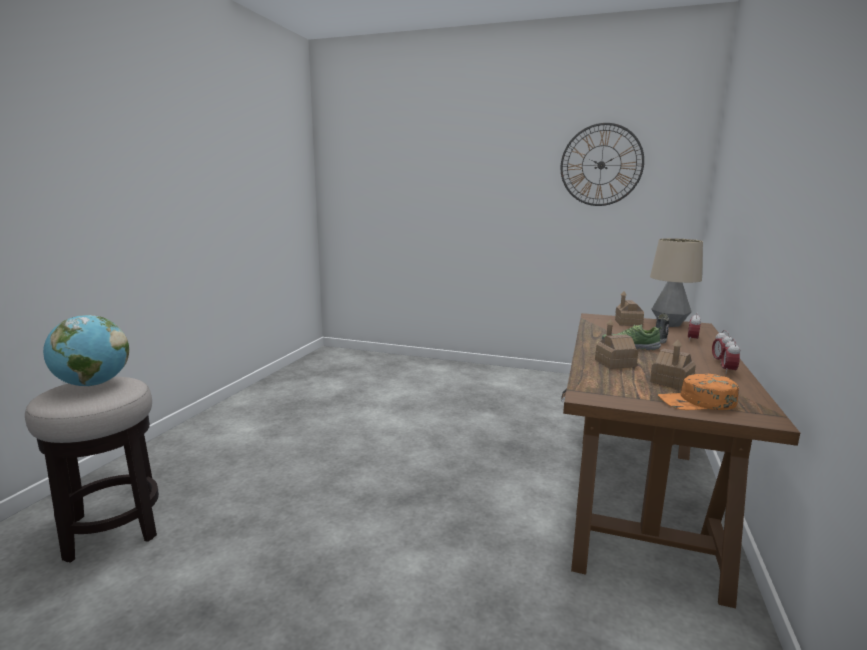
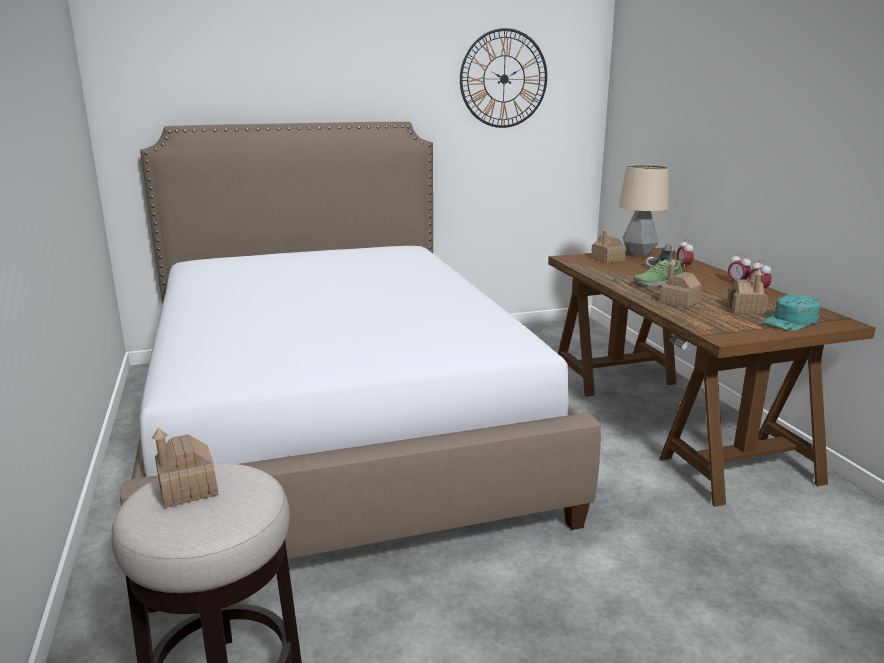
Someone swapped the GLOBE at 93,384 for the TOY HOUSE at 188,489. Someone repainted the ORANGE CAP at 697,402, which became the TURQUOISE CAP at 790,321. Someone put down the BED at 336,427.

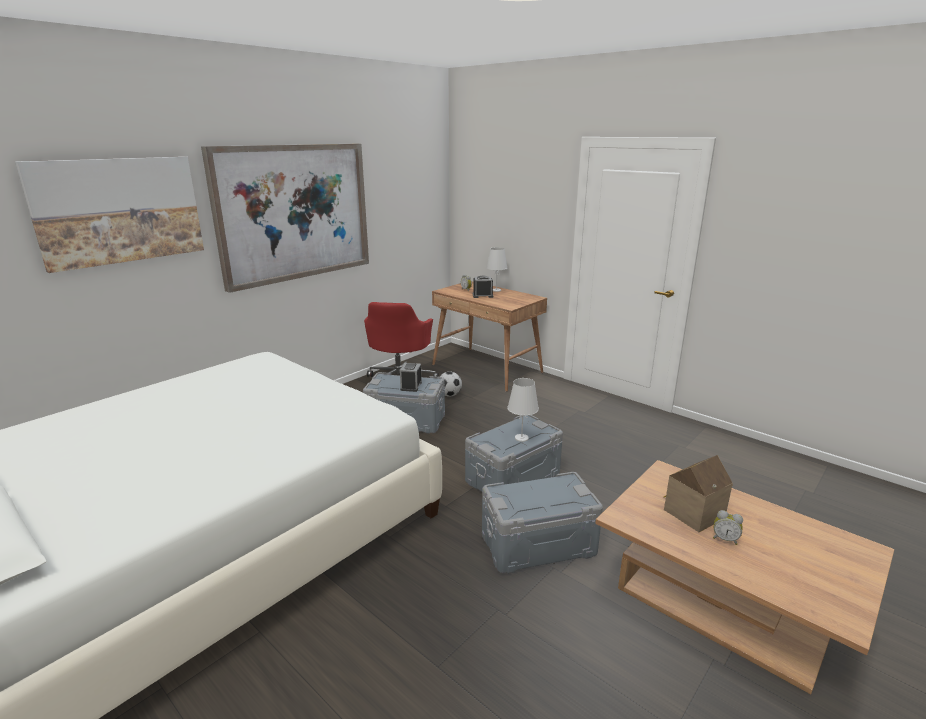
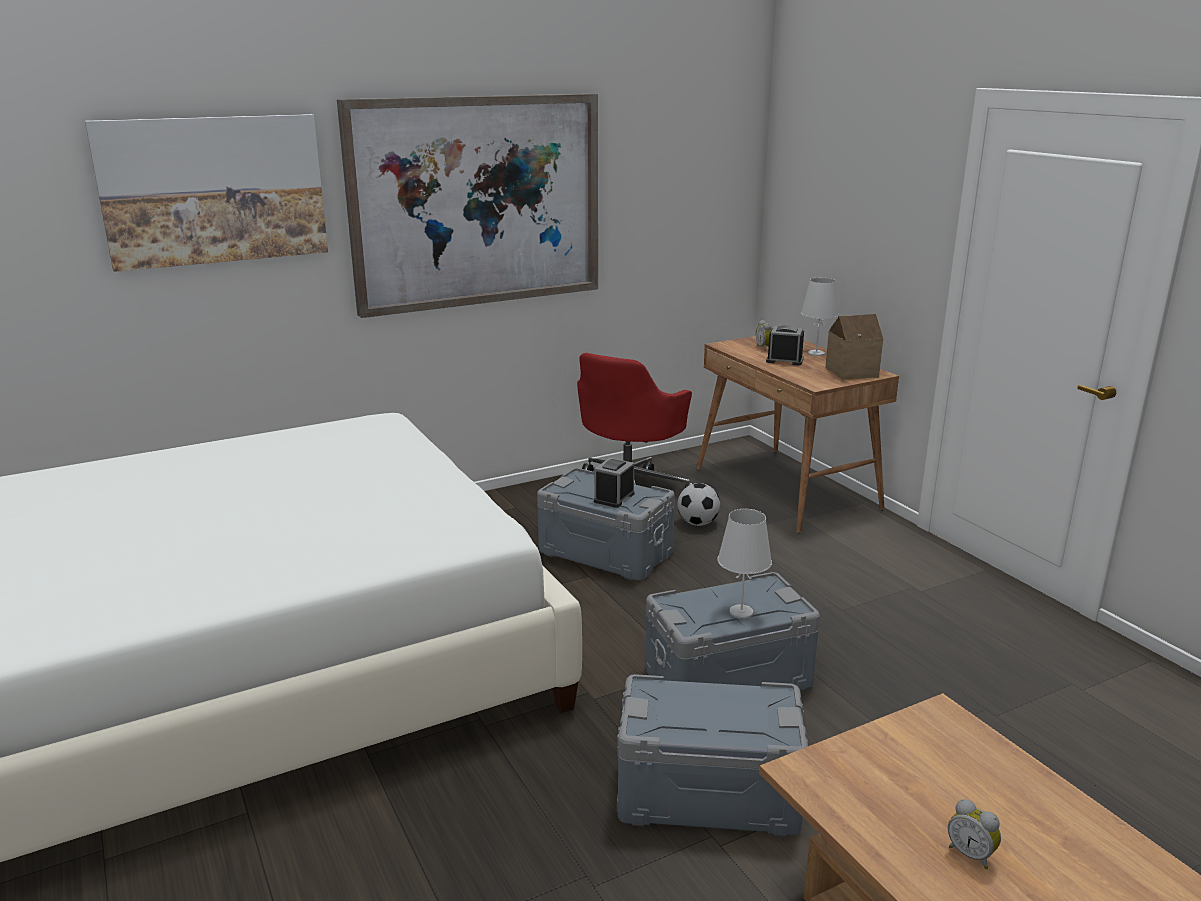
Someone carried the TOY HOUSE from 691,512 to 850,371.

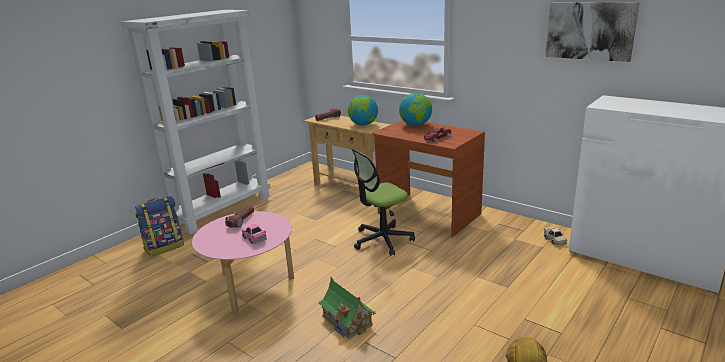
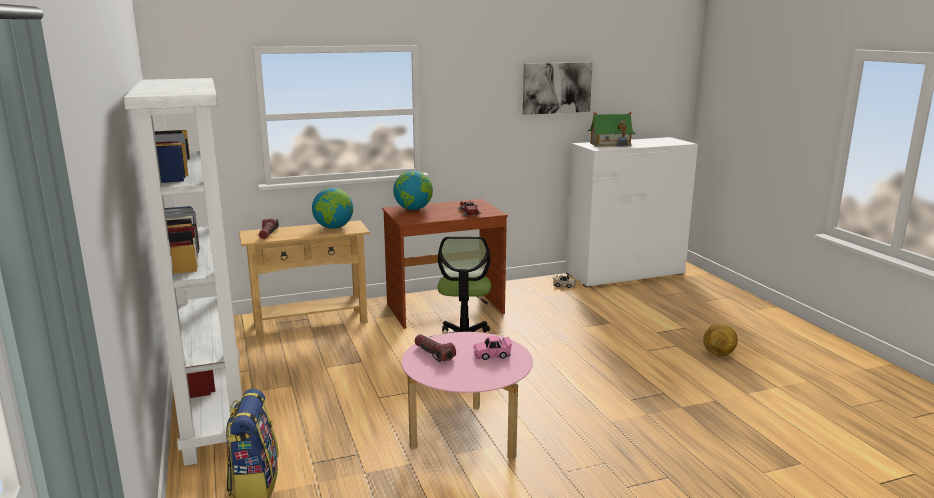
Someone carried the TOY HOUSE from 347,320 to 610,144.

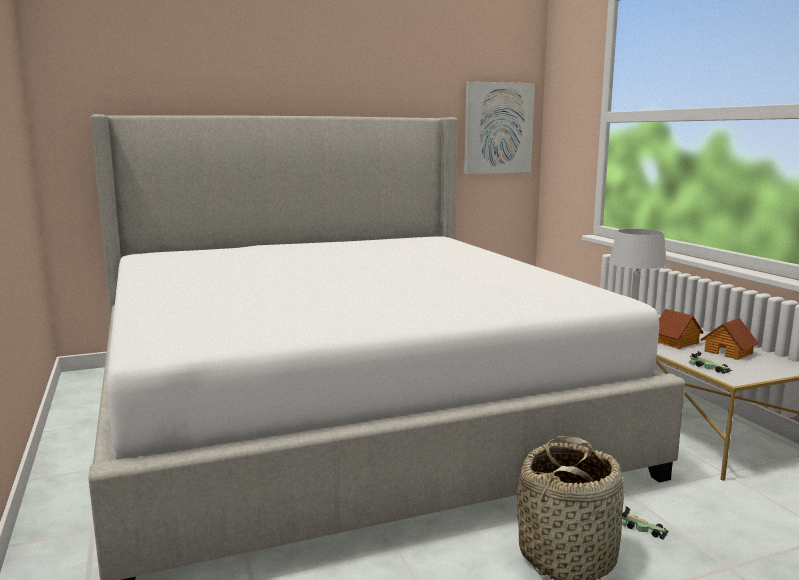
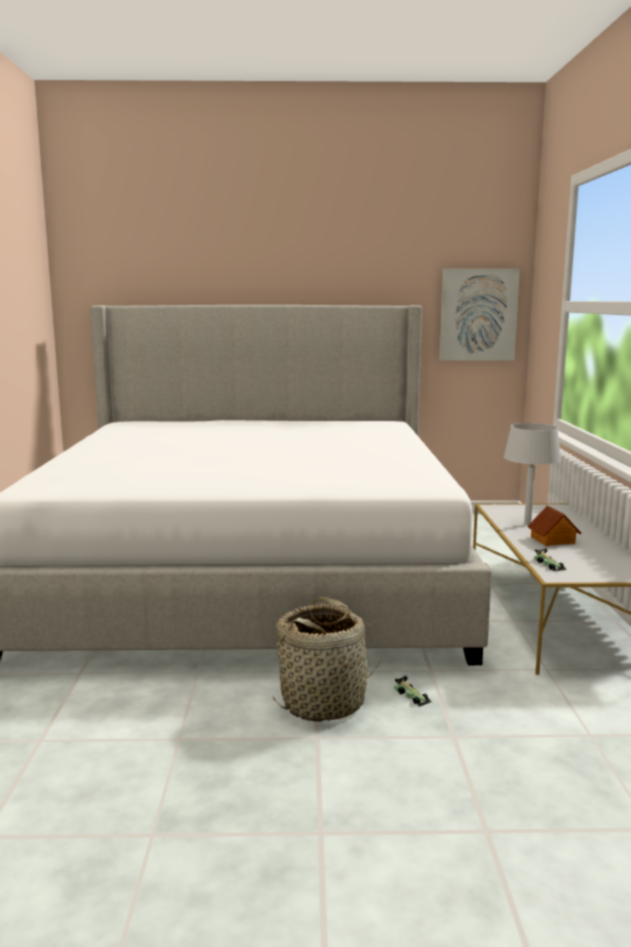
Someone took away the TOY HOUSE at 728,352.

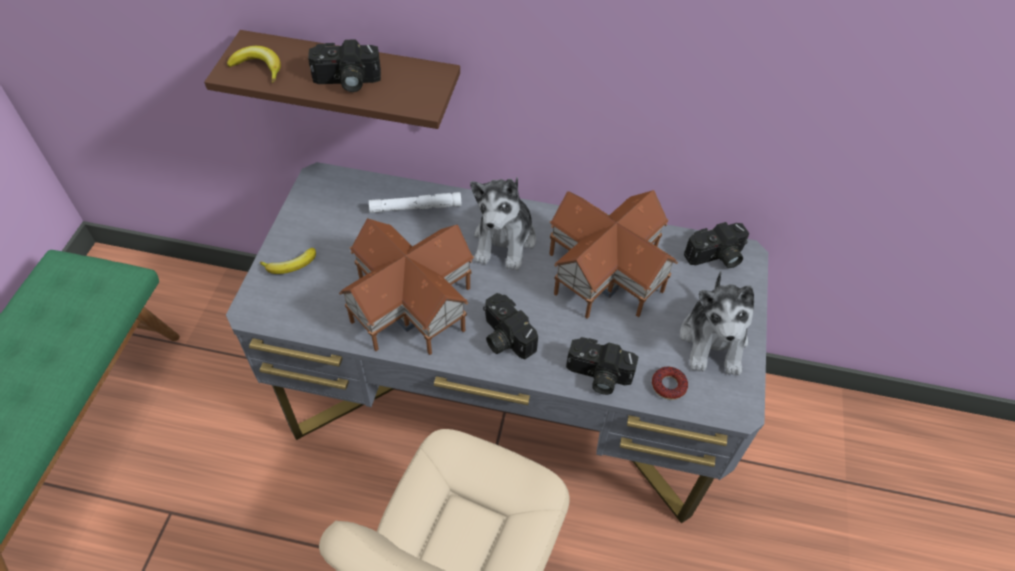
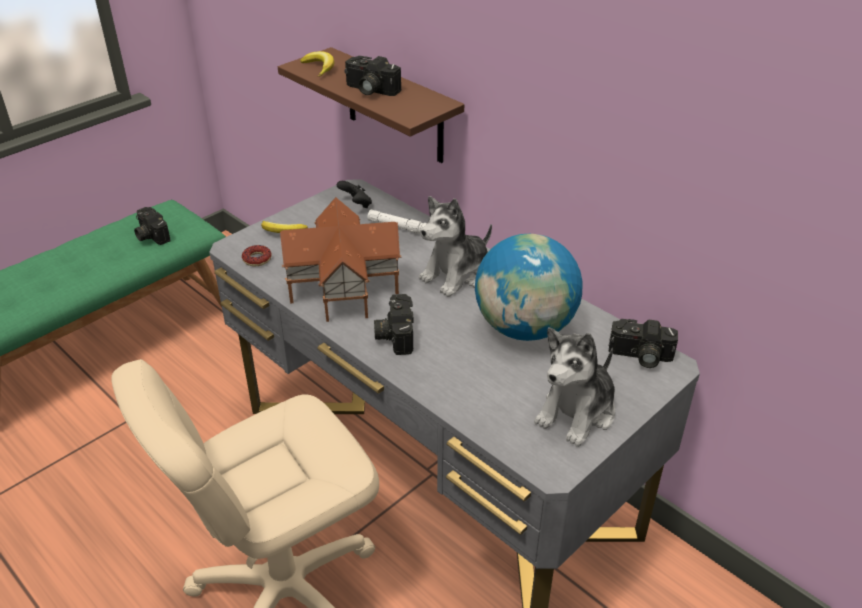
Someone swapped the TOY HOUSE at 608,273 for the GLOBE at 525,328. Someone carried the PHOTO CAMERA from 598,376 to 150,235. Someone carried the DONUT from 668,385 to 257,259. Someone put down the BLACK GAME CONTROLLER at 356,205.

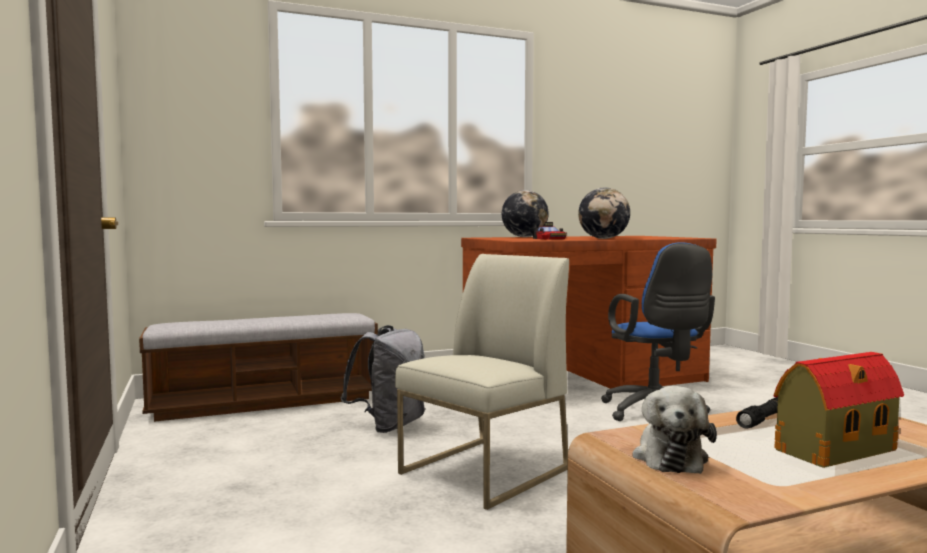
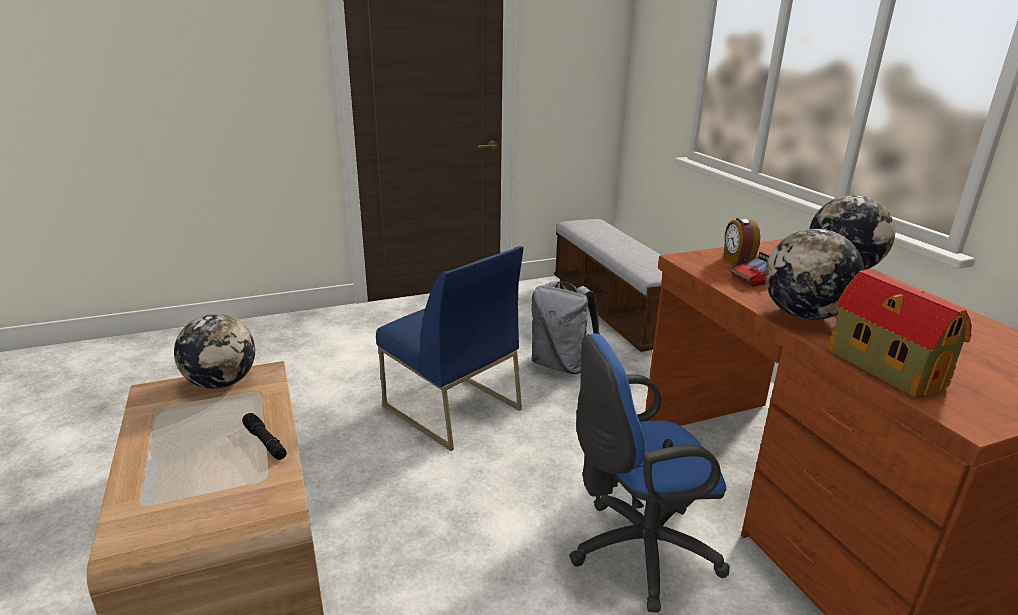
Someone repainted the WHITE CHAIR at 484,472, which became the BLUE CHAIR at 450,408. Someone carried the TOY HOUSE from 833,450 to 883,366. Someone swapped the PLUSH TOY at 669,457 for the GLOBE at 221,383. Someone put down the ALARM CLOCK at 737,261.

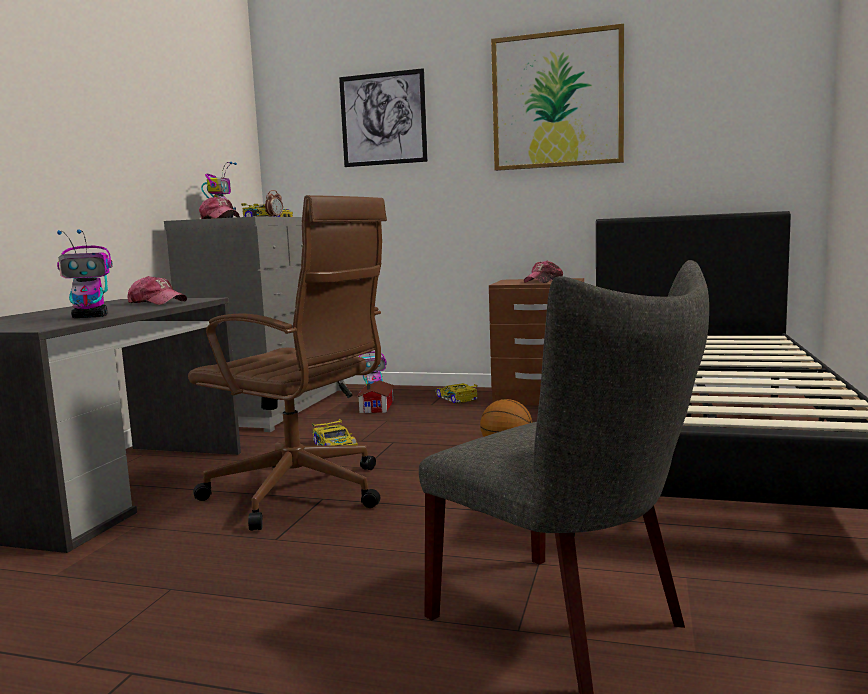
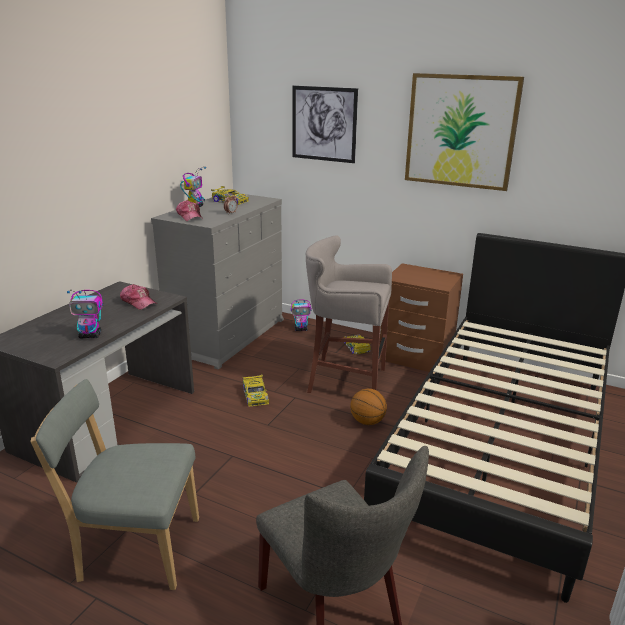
Someone took away the BROWN OFFICE CHAIR at 301,493. Someone took away the CAP at 544,281. Someone took away the TOY HOUSE at 378,406. Someone put down the GREY STOOL at 344,381. Someone put down the GREY CHAIR at 134,548.

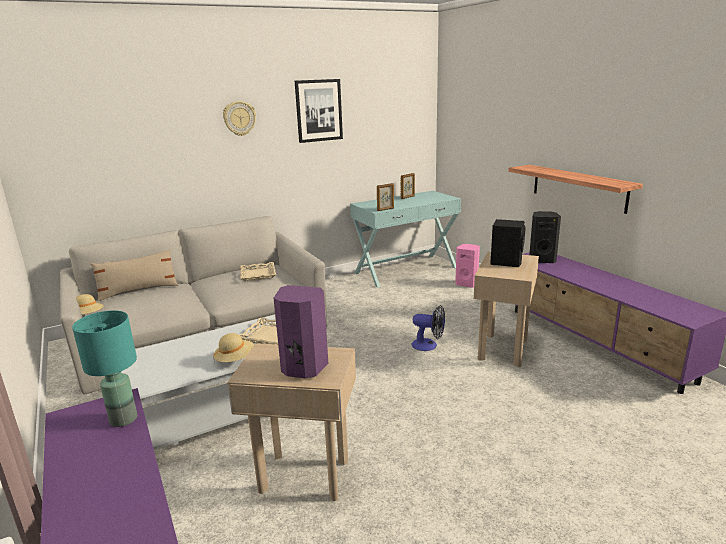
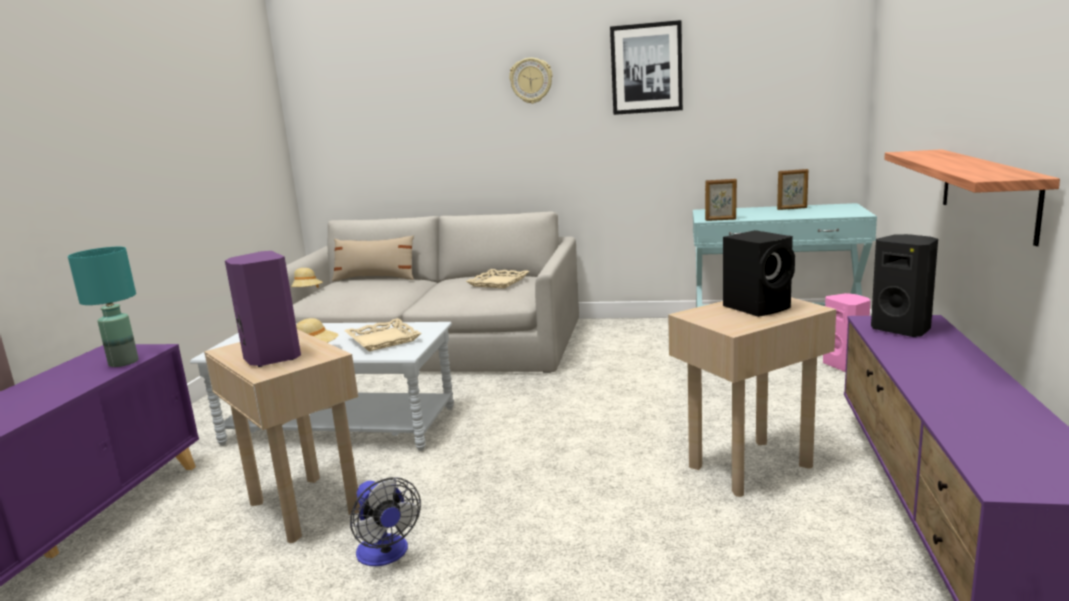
Someone carried the FAN from 429,345 to 386,555.

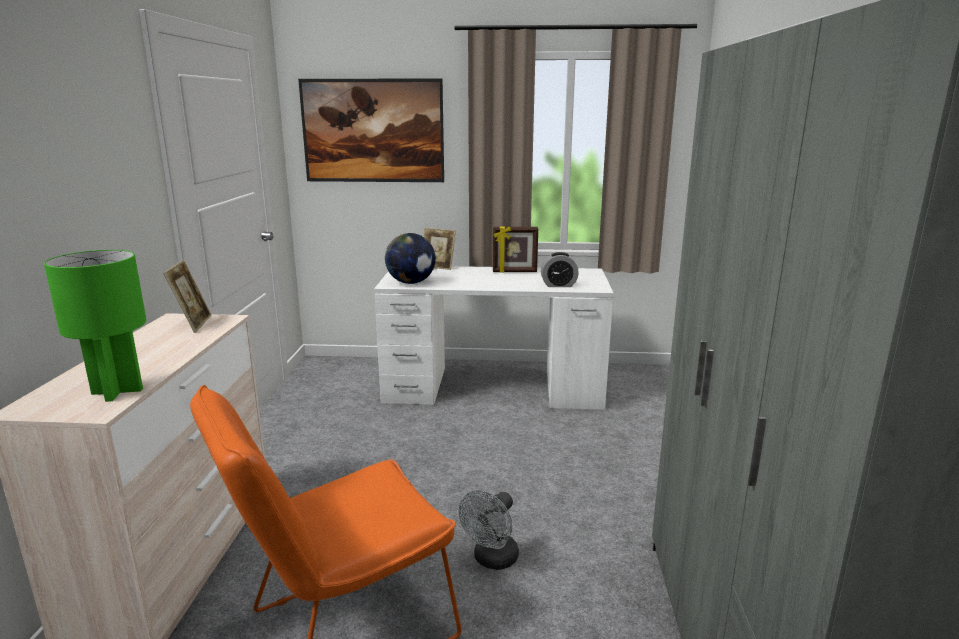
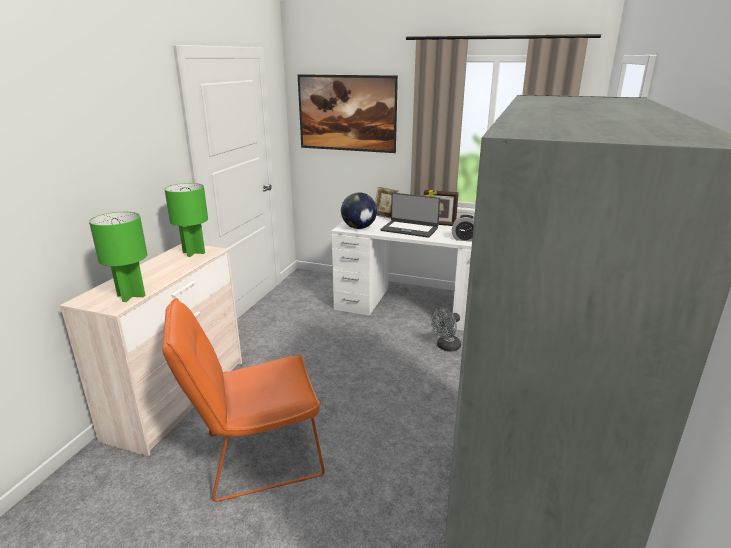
Someone swapped the PICTURE FRAME at 193,324 for the GREEN TABLE LAMP at 193,252. Someone carried the GREY FAN from 492,560 to 446,347. Someone put down the LAPTOP at 409,229.

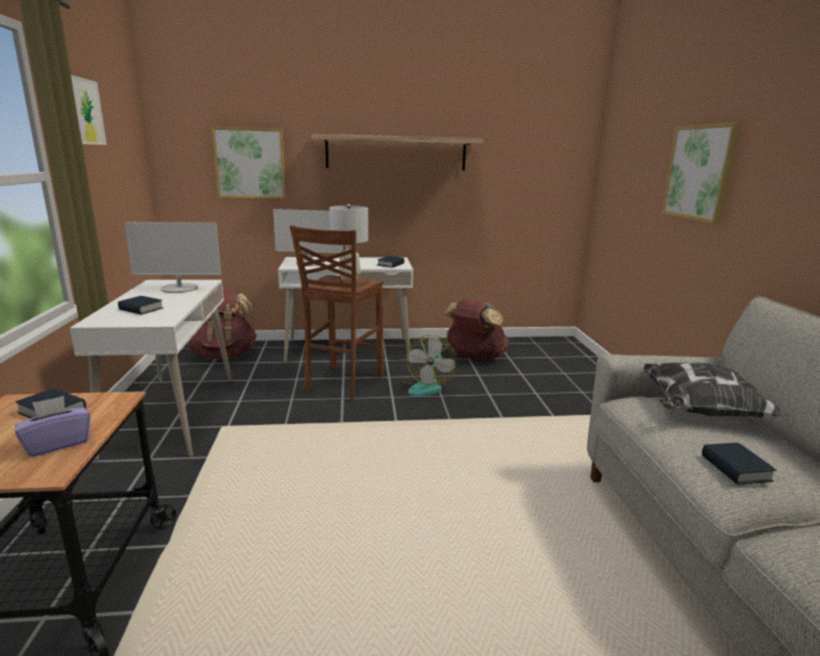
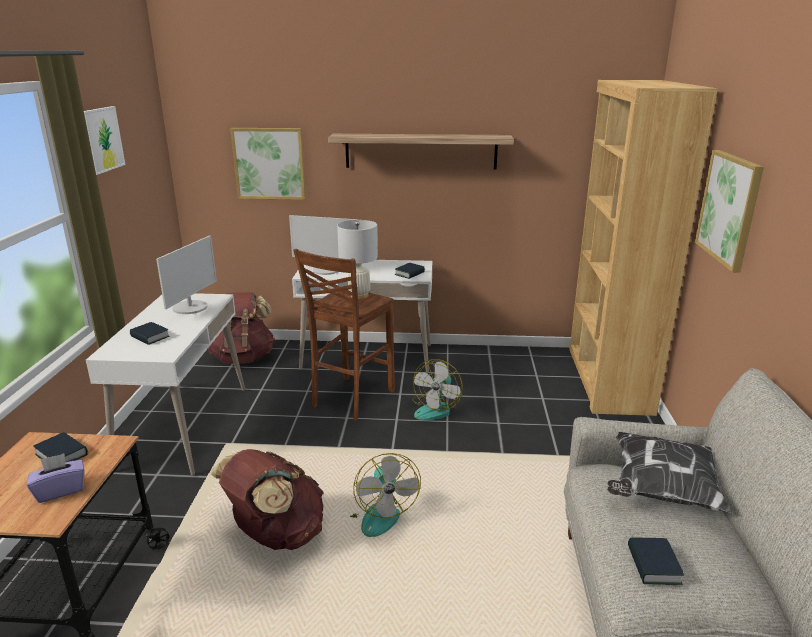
Someone rotated the MONITOR at 179,289 by 75 degrees counterclockwise. Someone carried the BROWN BACKPACK from 474,358 to 276,535. Someone put down the BROWN BOOKCASE at 607,380. Someone put down the FAN at 377,513.

